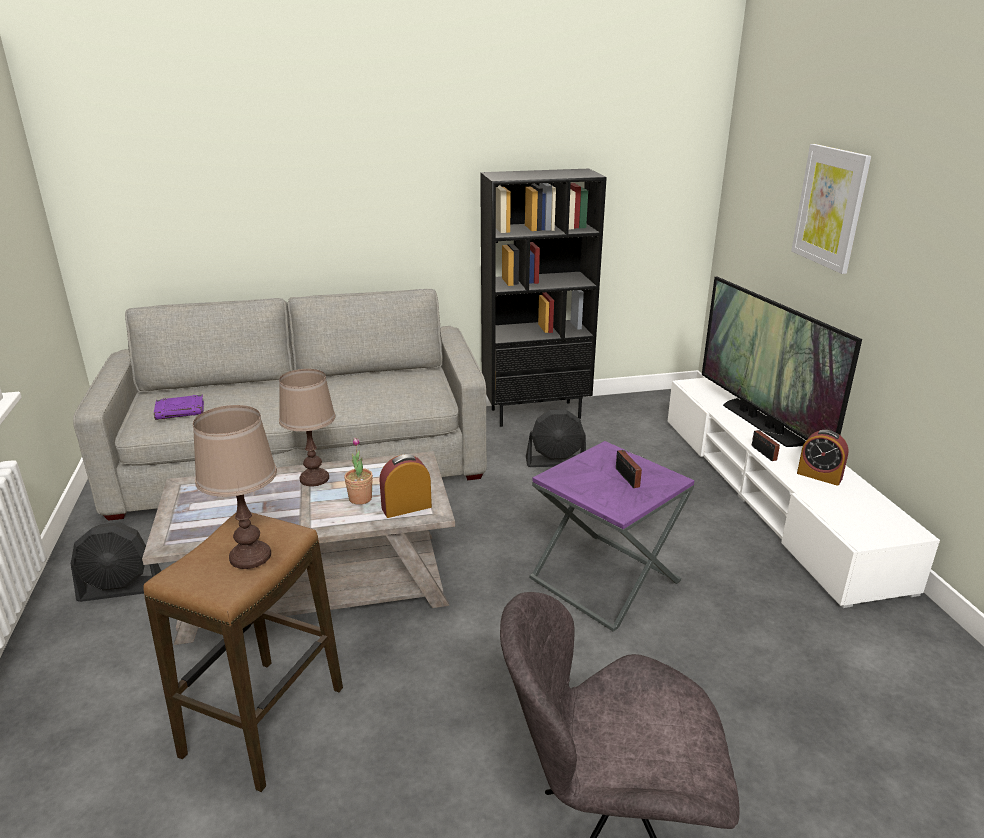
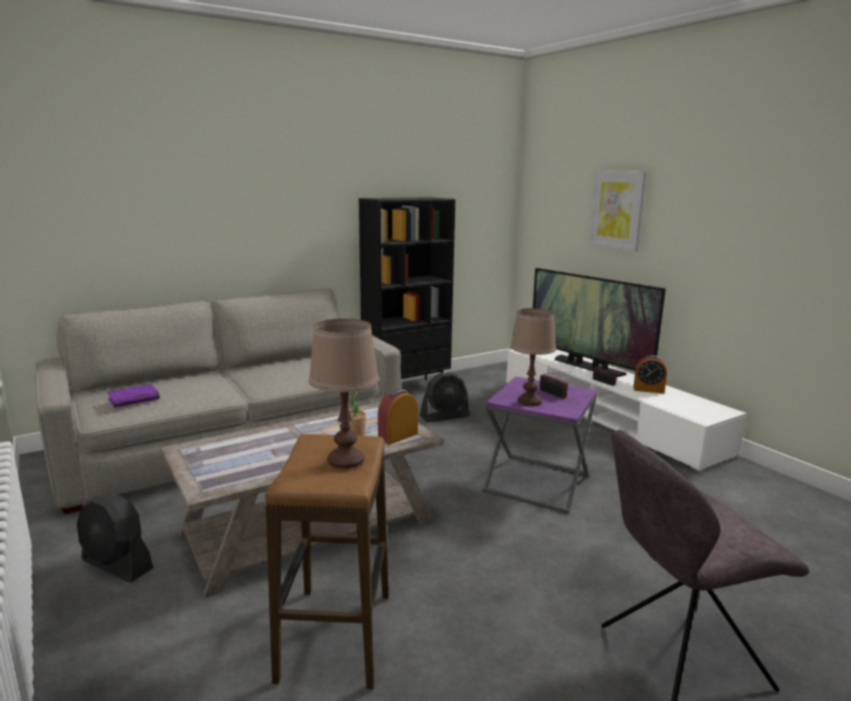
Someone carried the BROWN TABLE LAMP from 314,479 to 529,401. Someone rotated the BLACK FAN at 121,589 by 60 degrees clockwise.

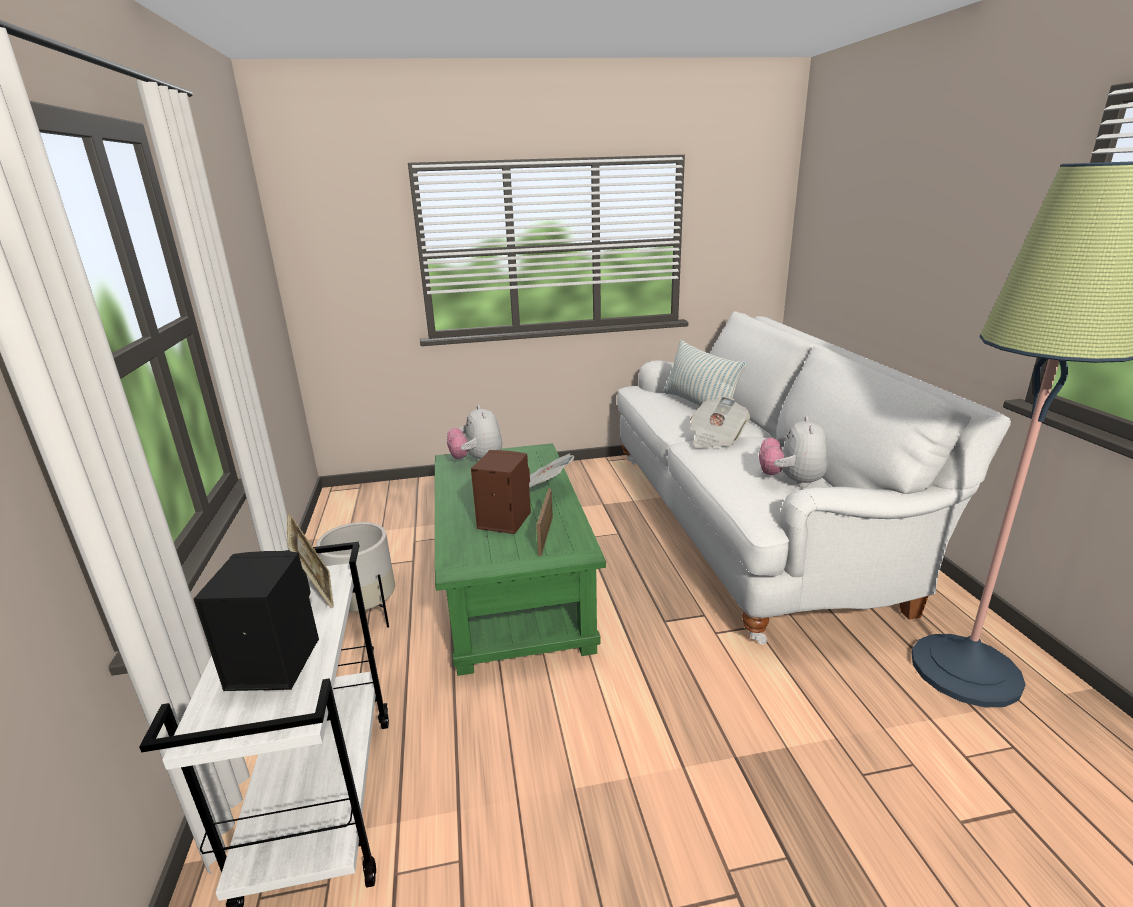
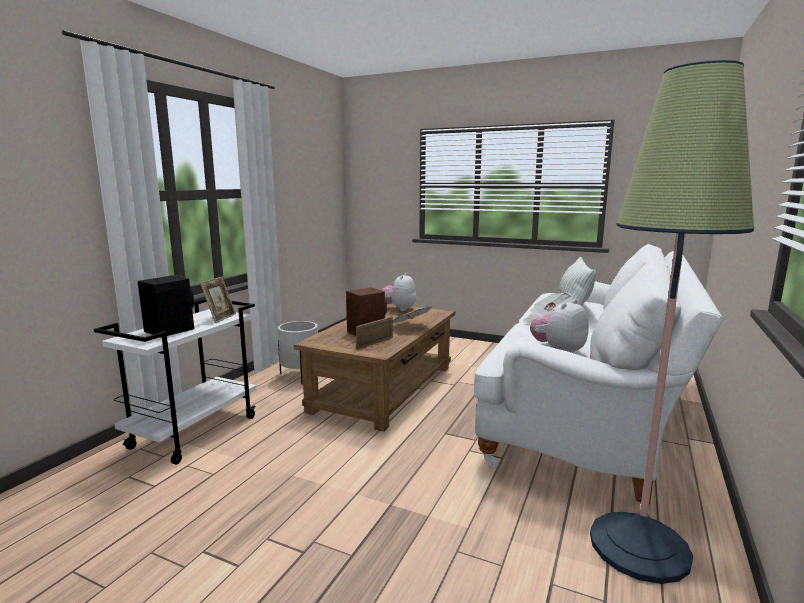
Someone repainted the GREEN COFFEE TABLE at 513,584, which became the BROWN COFFEE TABLE at 384,388.

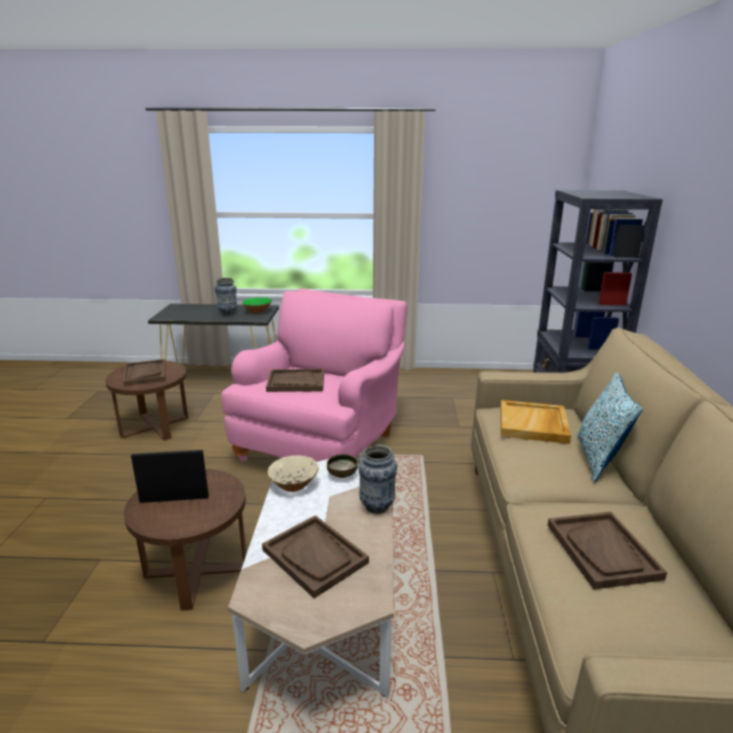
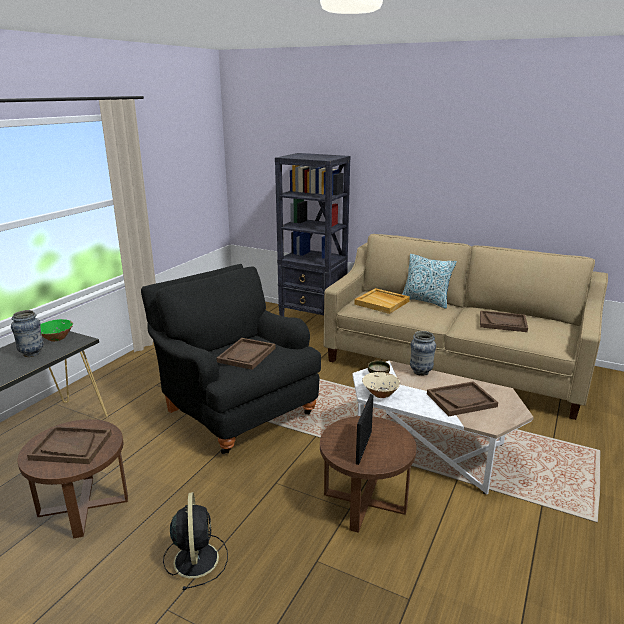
Someone repainted the PINK ARMCHAIR at 322,444, which became the BLACK ARMCHAIR at 236,409. Someone put down the BLACK FAN at 196,558.

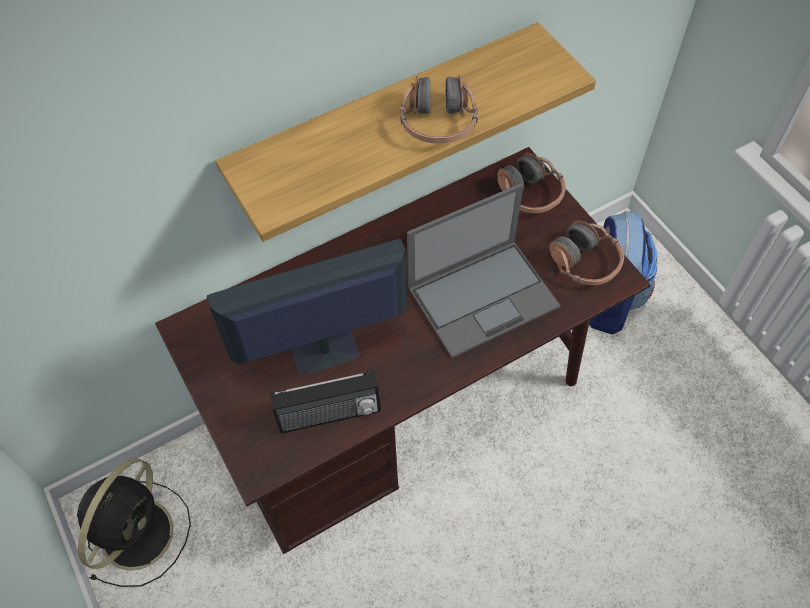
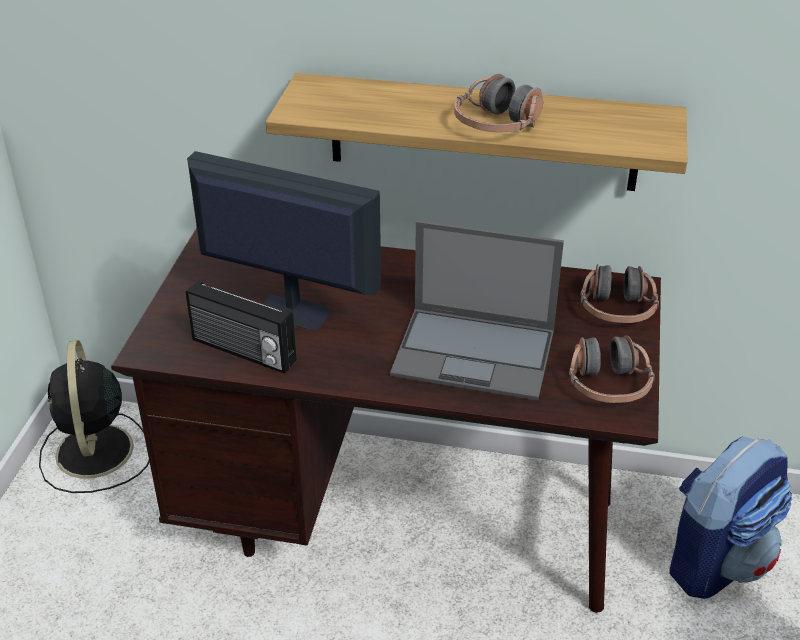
Someone rotated the BLACK FAN at 139,531 by 105 degrees clockwise.

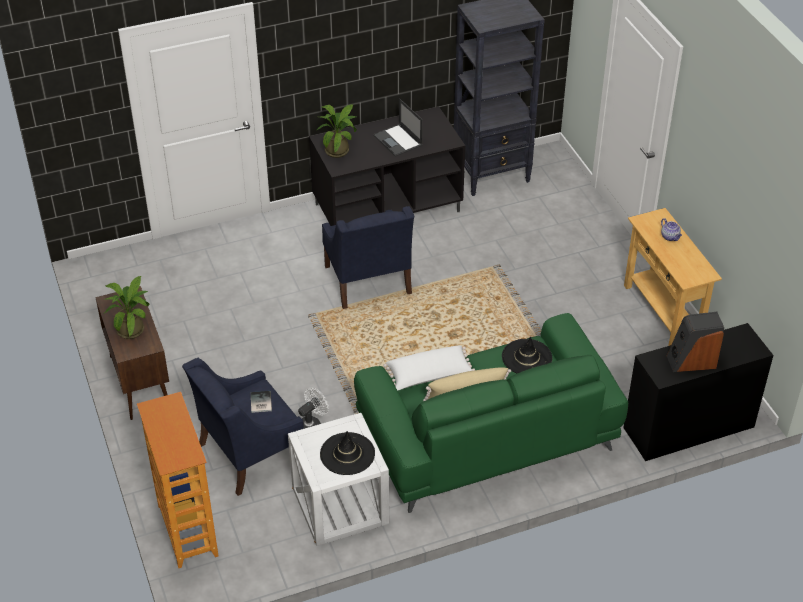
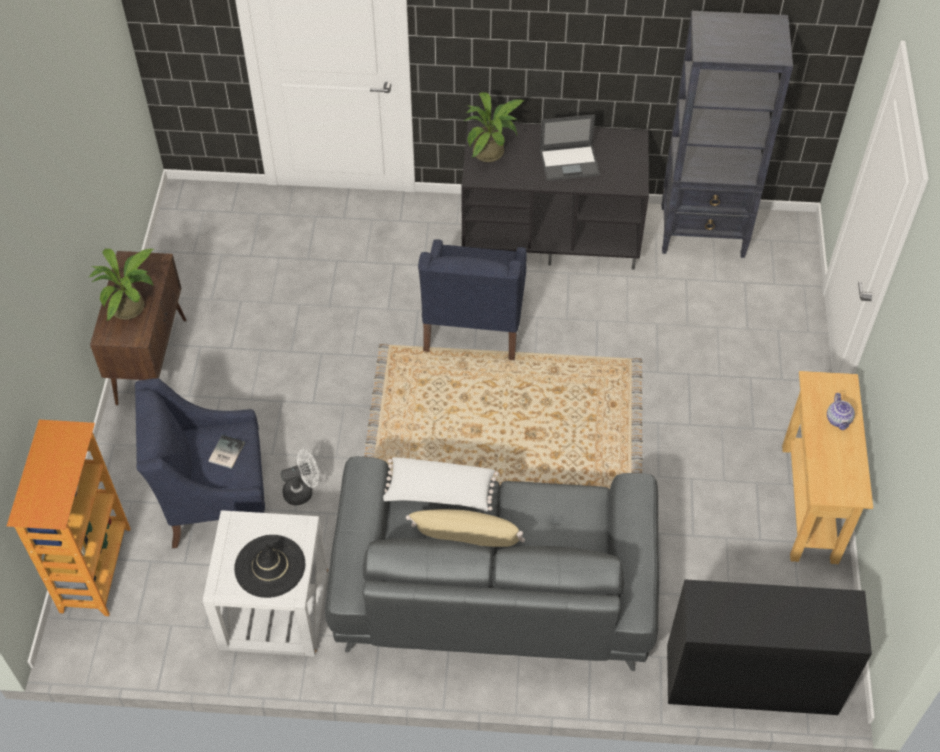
Someone rotated the LAPTOP at 398,141 by 90 degrees counterclockwise. Someone took away the SPEAKER at 691,361. Someone repainted the GREEN SOFA at 486,435, which became the GREY SOFA at 493,586. Someone took away the BLACK HAT at 526,357.

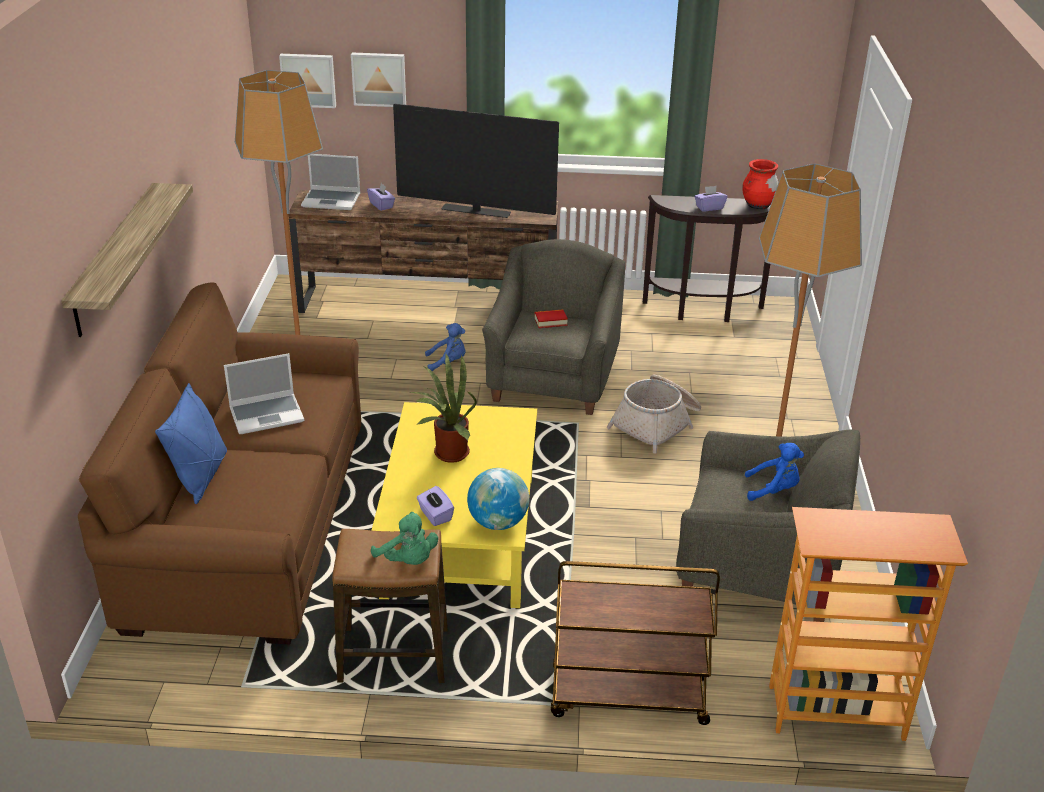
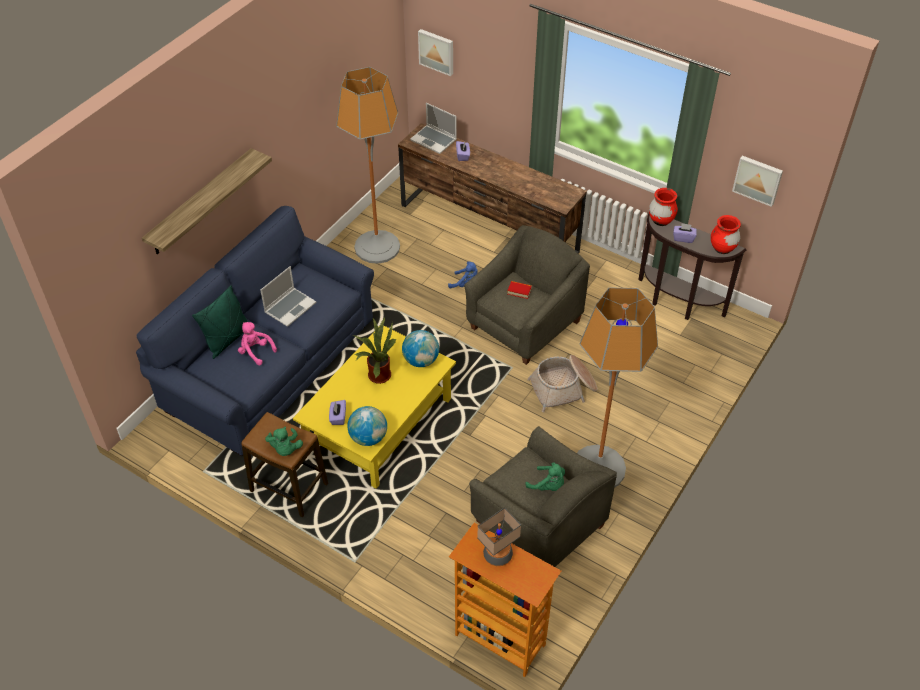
Someone carried the PICTURE from 379,79 to 758,179. Someone took away the TELEVISION at 476,211. Someone repainted the BROWN SOFA at 250,525, which became the BLUE SOFA at 270,366. Someone rotated the LAPTOP at 267,414 by 60 degrees counterclockwise. Someone repainted the BLUE PILLOW at 201,476, which became the GREEN PILLOW at 227,339. Someone repainted the BLUE PLUSH TOY at 773,490, which became the GREEN PLUSH TOY at 548,486. Someone took away the BROWN CART at 627,697. Someone put down the RED VASE at 660,221. Someone put down the PINK PLUSH TOY at 255,351. Someone put down the GLOBE at 421,360. Someone put down the TABLE LAMP at 497,555.

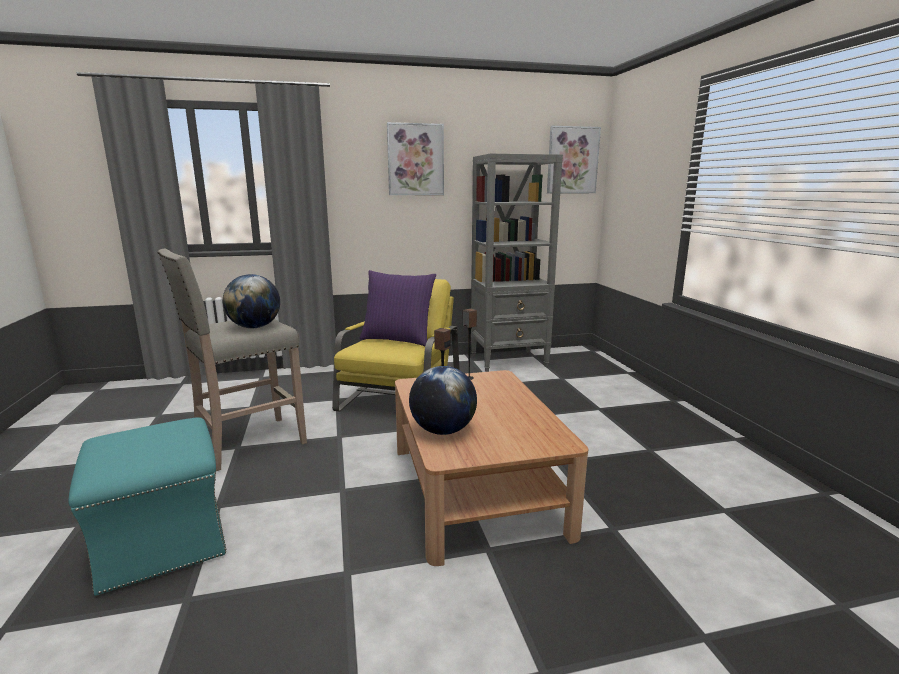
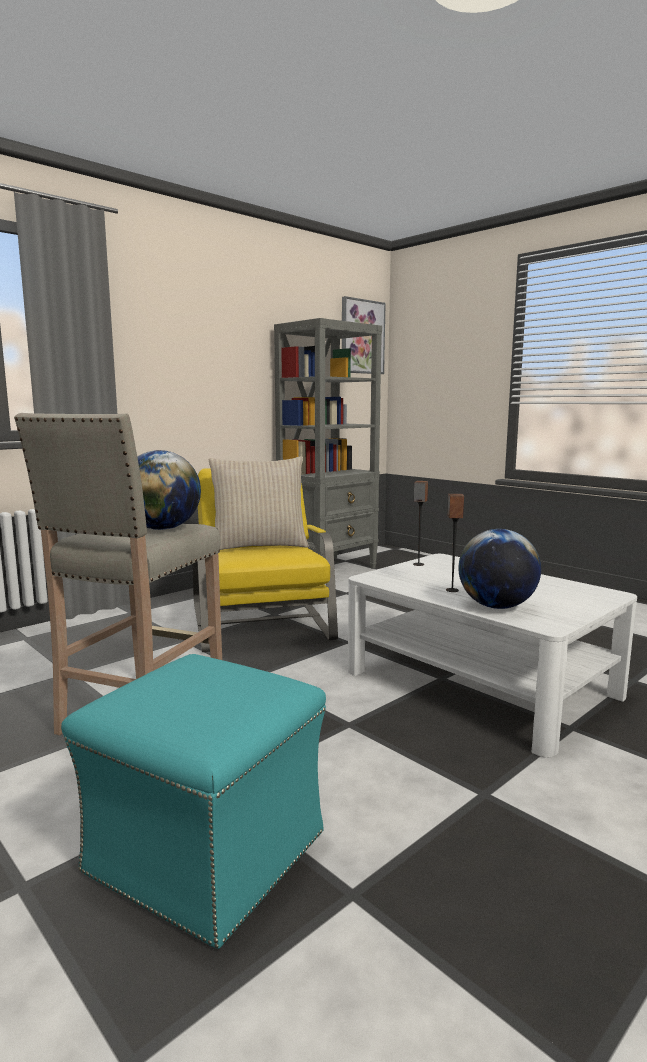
Someone took away the PICTURE at 415,160. Someone repainted the PURPLE PILLOW at 398,339, which became the BEIGE PILLOW at 259,546. Someone repainted the BROWN COFFEE TABLE at 476,489, which became the WHITE COFFEE TABLE at 481,683.

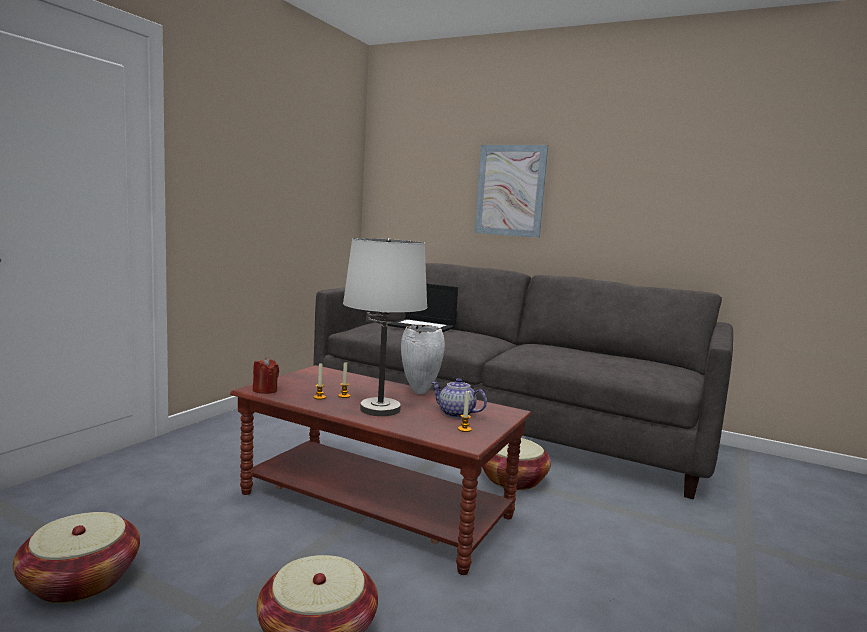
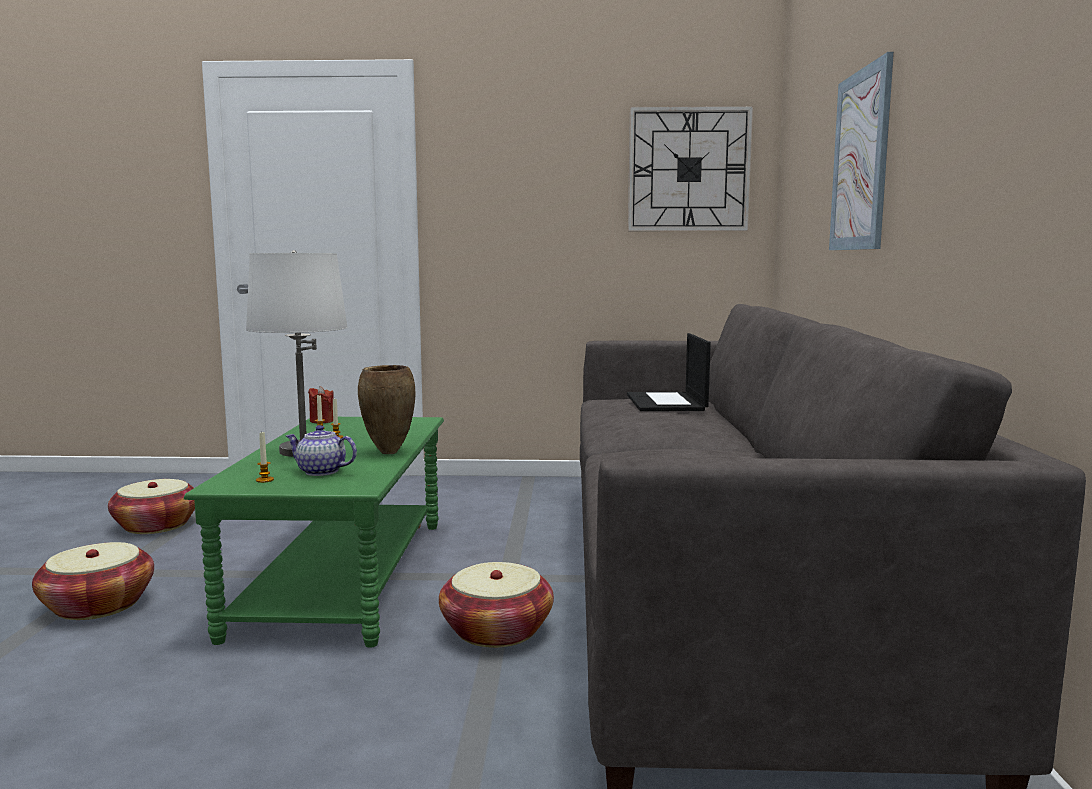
Someone repainted the WHITE VASE at 420,393, which became the BROWN VASE at 388,453. Someone repainted the BROWN COFFEE TABLE at 375,505, which became the GREEN COFFEE TABLE at 343,576. Someone rotated the TEAPOT at 456,414 by 75 degrees counterclockwise. Someone put up the WALL CLOCK at 688,170.

